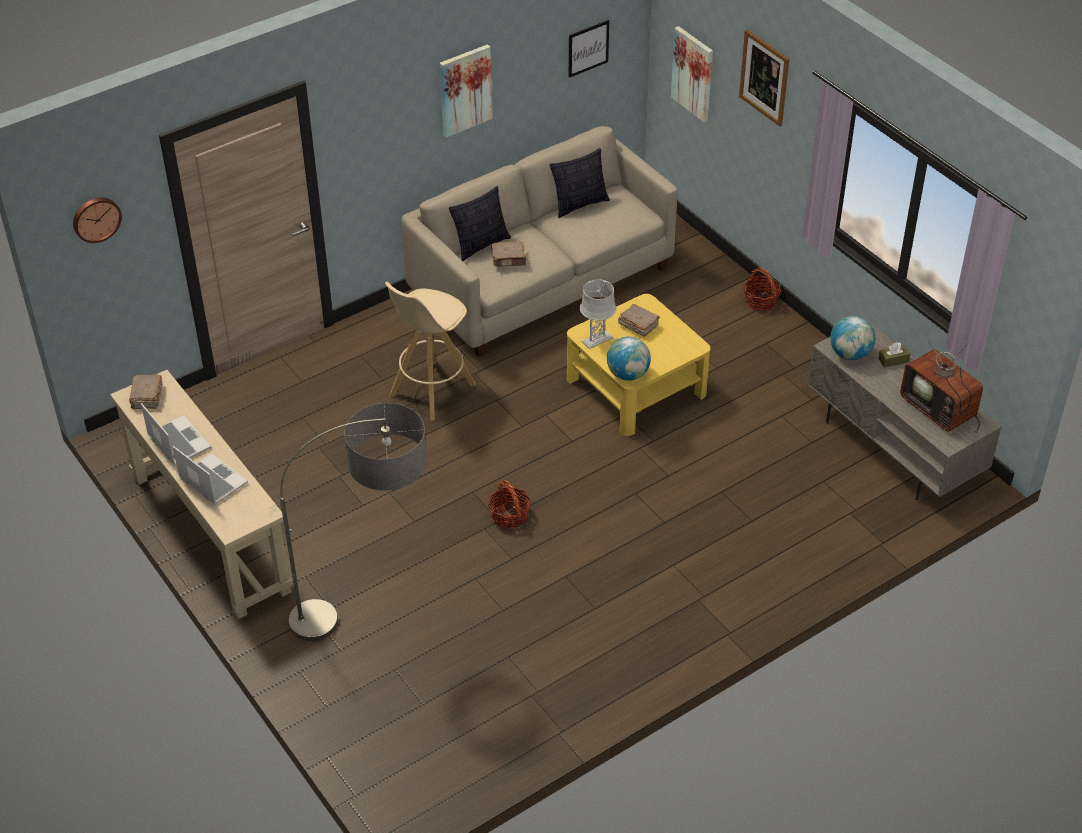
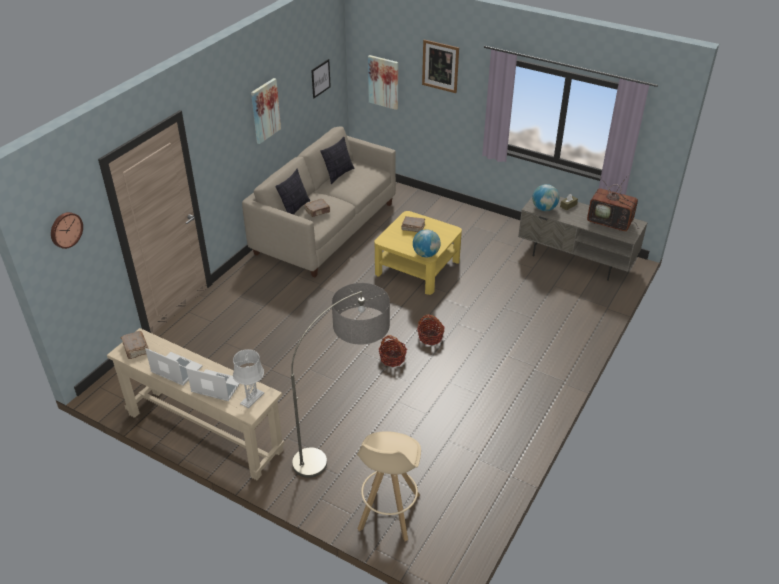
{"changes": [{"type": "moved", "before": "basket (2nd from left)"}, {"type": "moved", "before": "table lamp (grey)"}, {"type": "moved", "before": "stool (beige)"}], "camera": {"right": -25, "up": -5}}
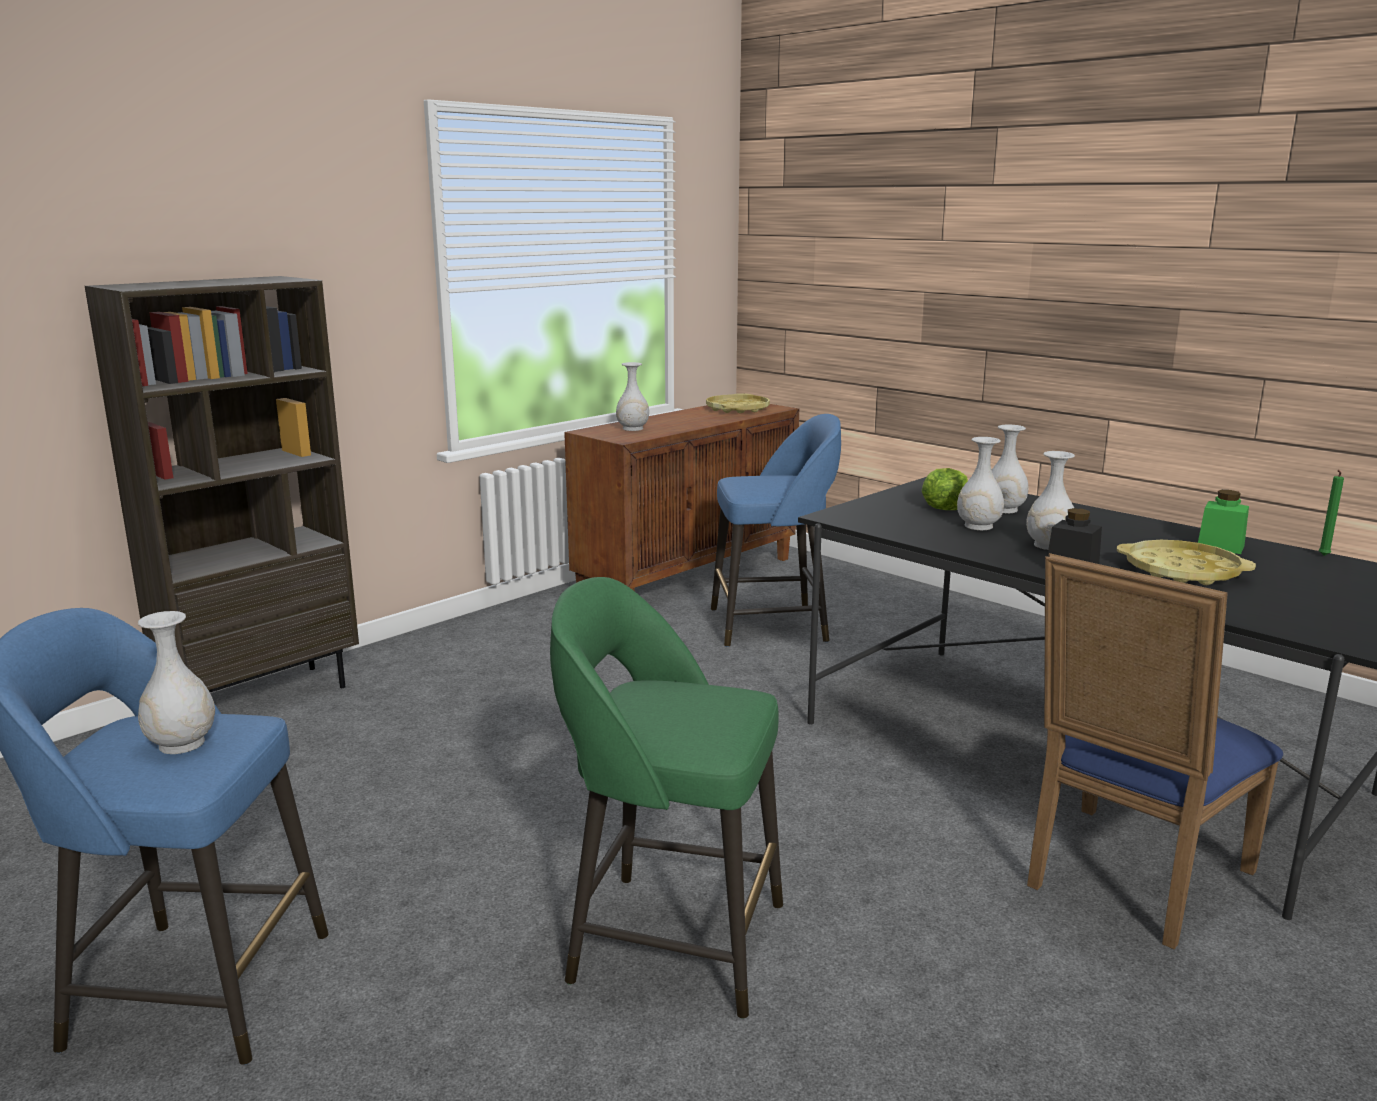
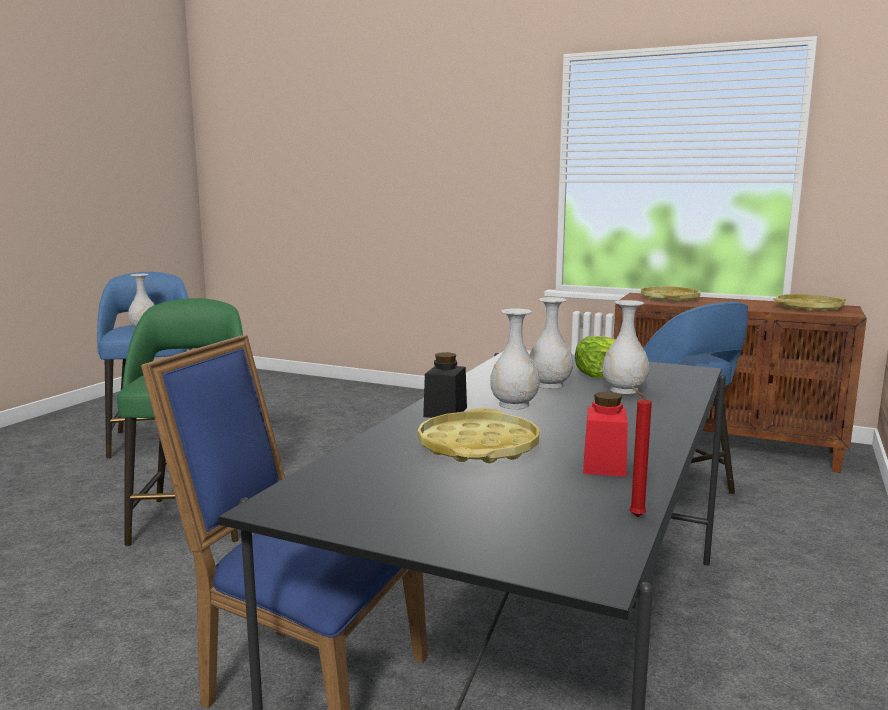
{"changes": [{"type": "removed", "before": "shelving unit (brown-coloured)"}, {"type": "replaced", "before": "decorative vase (whitish) (2nd from left)", "after": "carrying tray (yellowish) (2nd from left)"}, {"type": "recoloured", "before": "candle (green-coloured)", "after": "candle (reddish)"}, {"type": "recoloured", "before": "storage jar (green-coloured)", "after": "storage jar (reddish)"}], "camera": {"right": 70, "up": -5}}
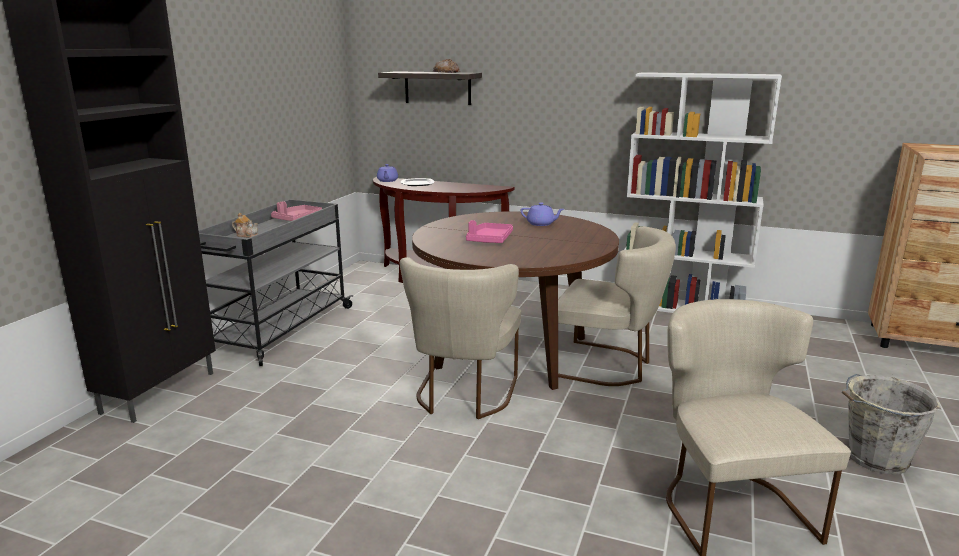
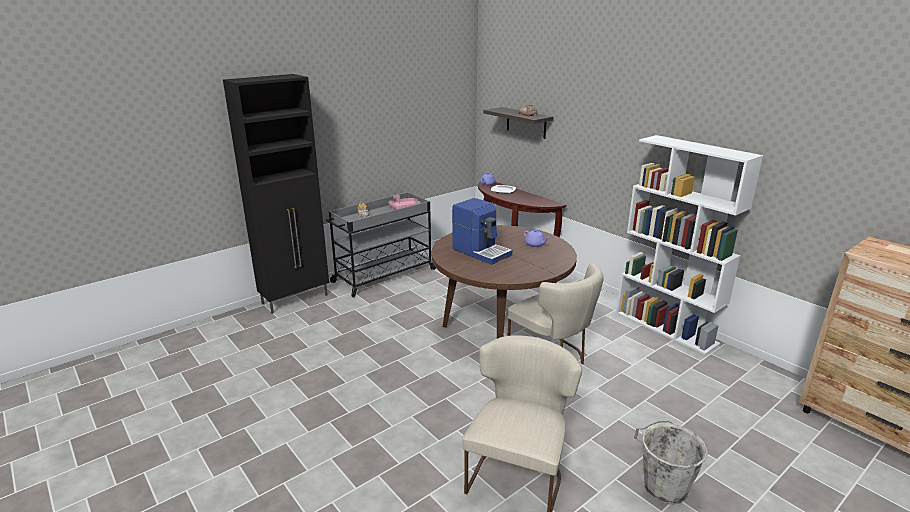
{"changes": [{"type": "replaced", "before": "carrying tray (pinkish) (2nd from left)", "after": "coffee machine"}, {"type": "removed", "before": "chair (beige) (1st from left)"}], "camera": {"right": 30, "up": 5}}
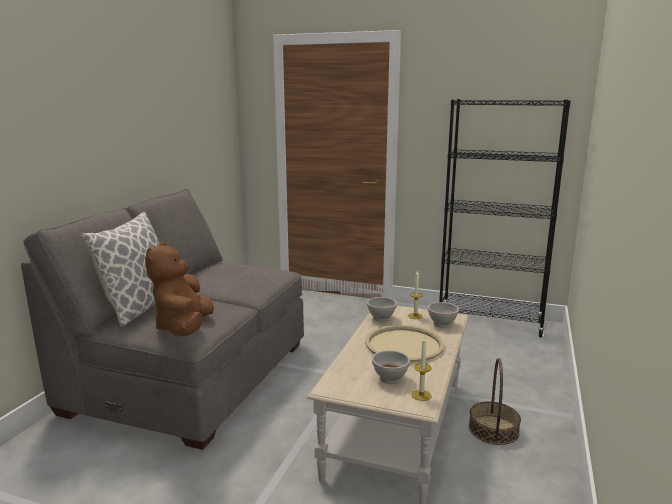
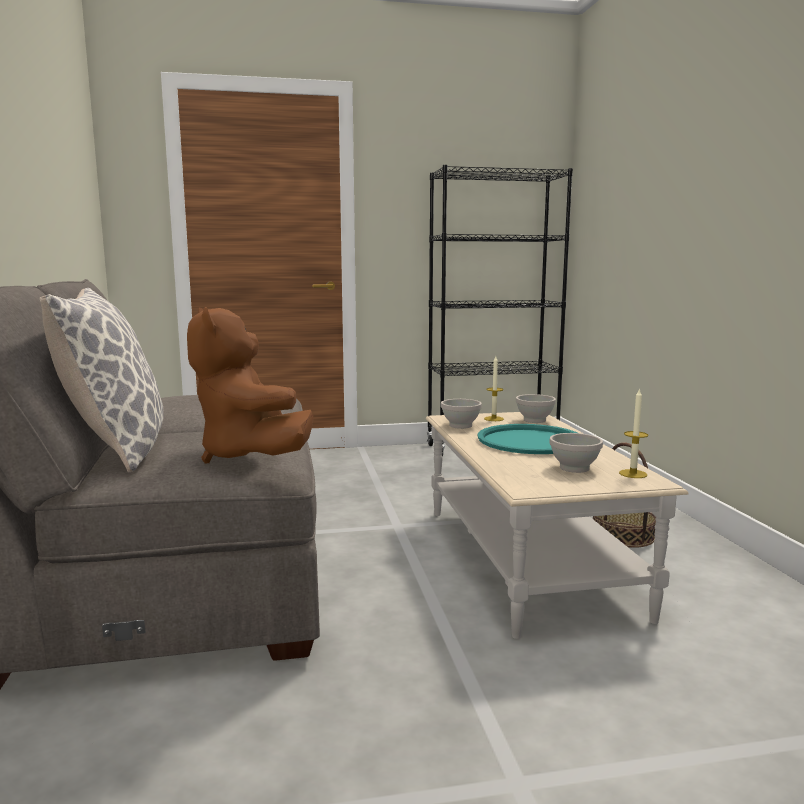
{"changes": [{"type": "recoloured", "before": "carrying tray (beige)", "after": "carrying tray (turquoise-coloured)"}], "camera": {"right": -30, "up": -5}}
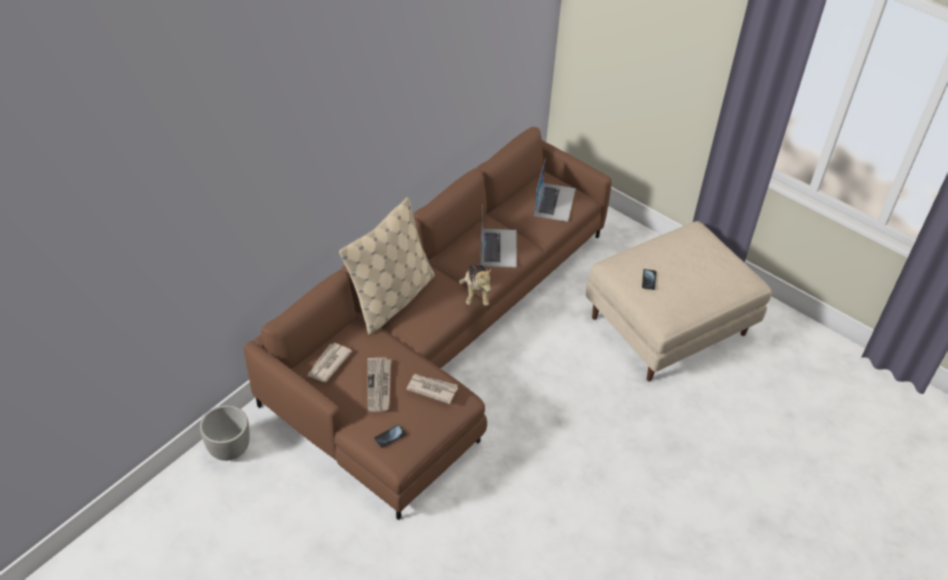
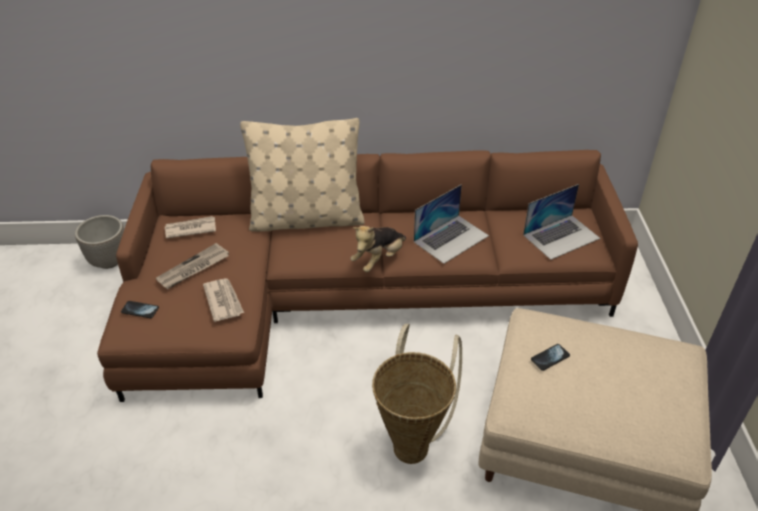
{"changes": [{"type": "added", "after": "basket"}], "camera": {"right": 50, "up": -5}}
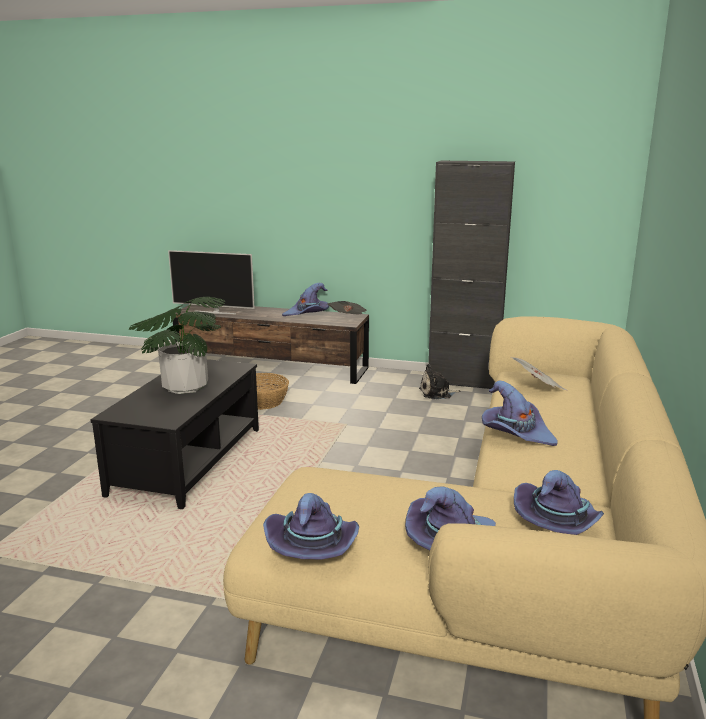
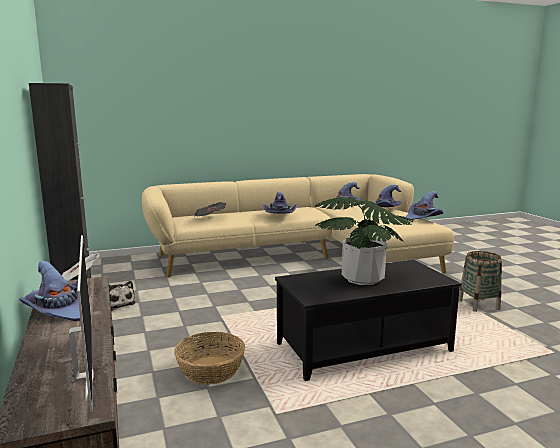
{"changes": [{"type": "added", "after": "basket (2nd from left)"}], "camera": {"right": -125, "up": -5}}
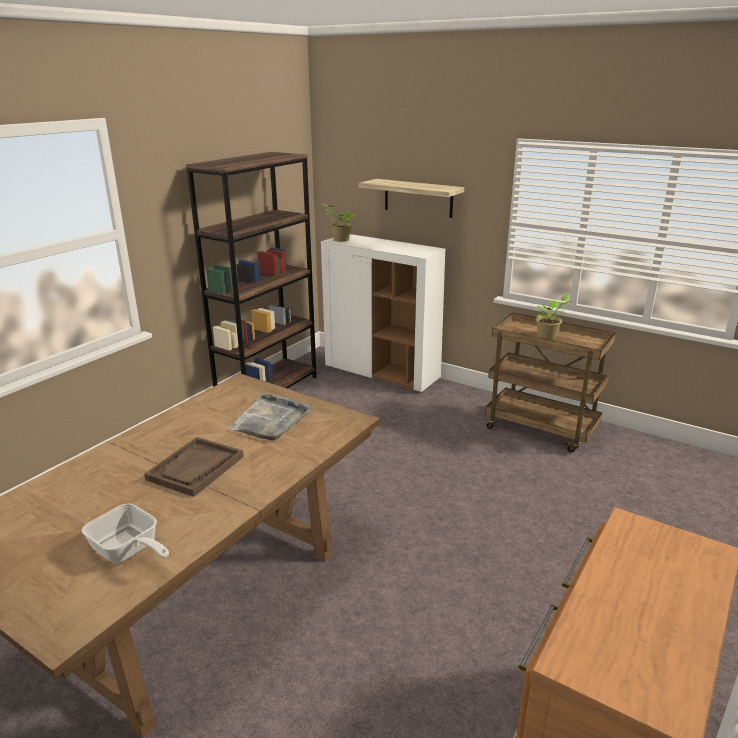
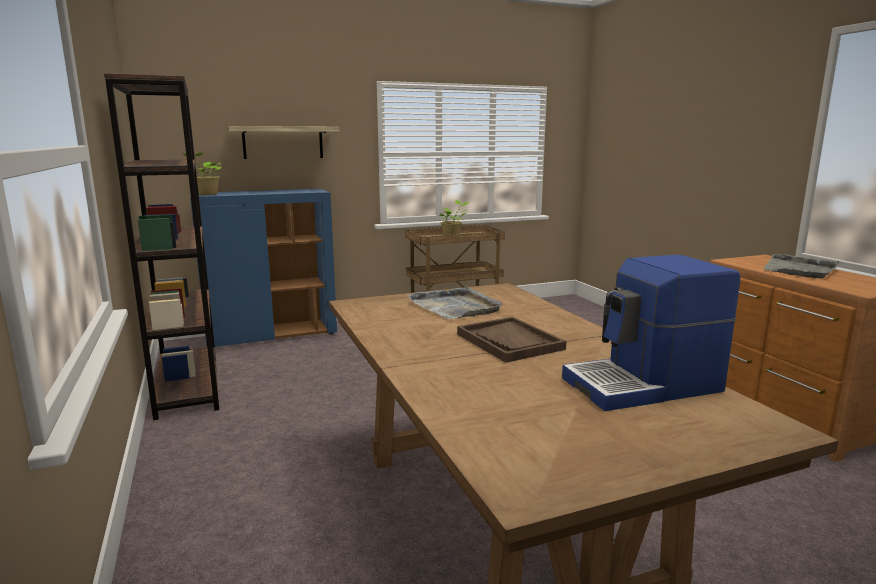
{"changes": [{"type": "recoloured", "before": "storage cabinet (whitish)", "after": "storage cabinet (blue)"}, {"type": "replaced", "before": "pan", "after": "coffee machine"}, {"type": "added", "after": "carrying tray (grey) (2nd from left)"}], "camera": {"right": -55, "up": -10}}
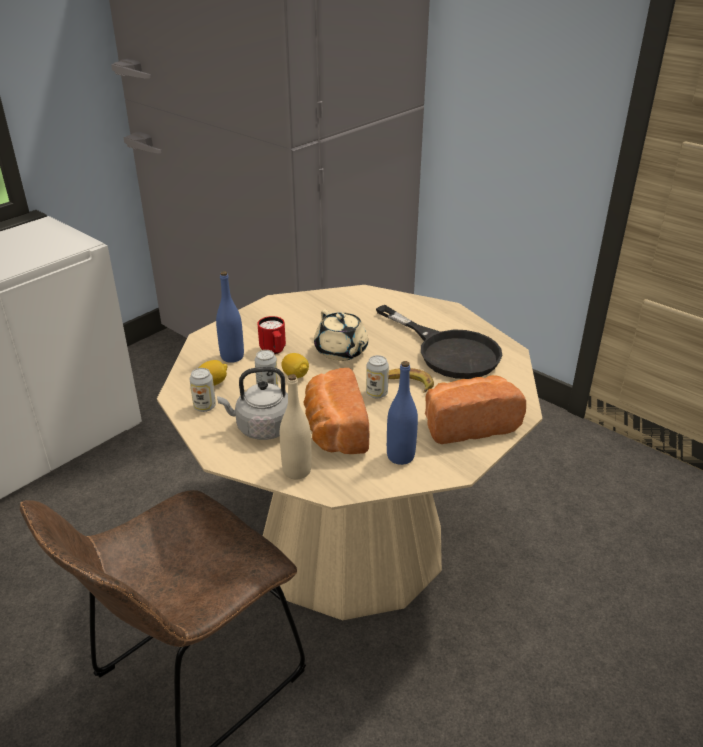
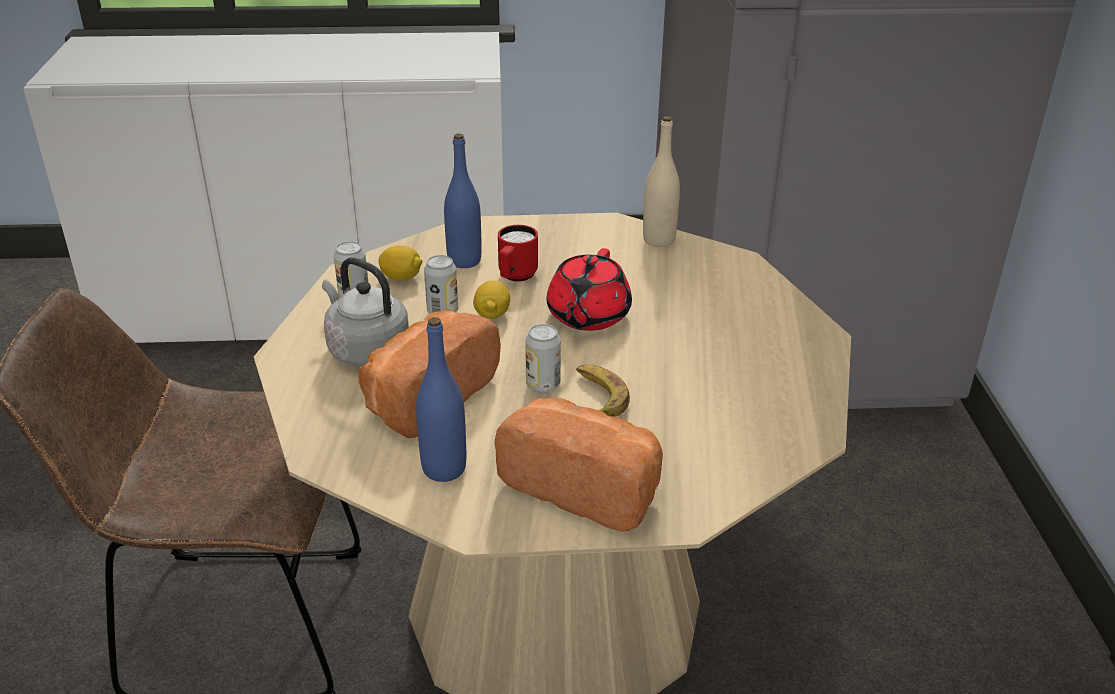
{"changes": [{"type": "removed", "before": "pan (black-coloured)"}, {"type": "recoloured", "before": "pot for tea (beige)", "after": "pot for tea (reddish)"}, {"type": "moved", "before": "bottle (beige)"}], "camera": {"right": 45, "up": 0}}
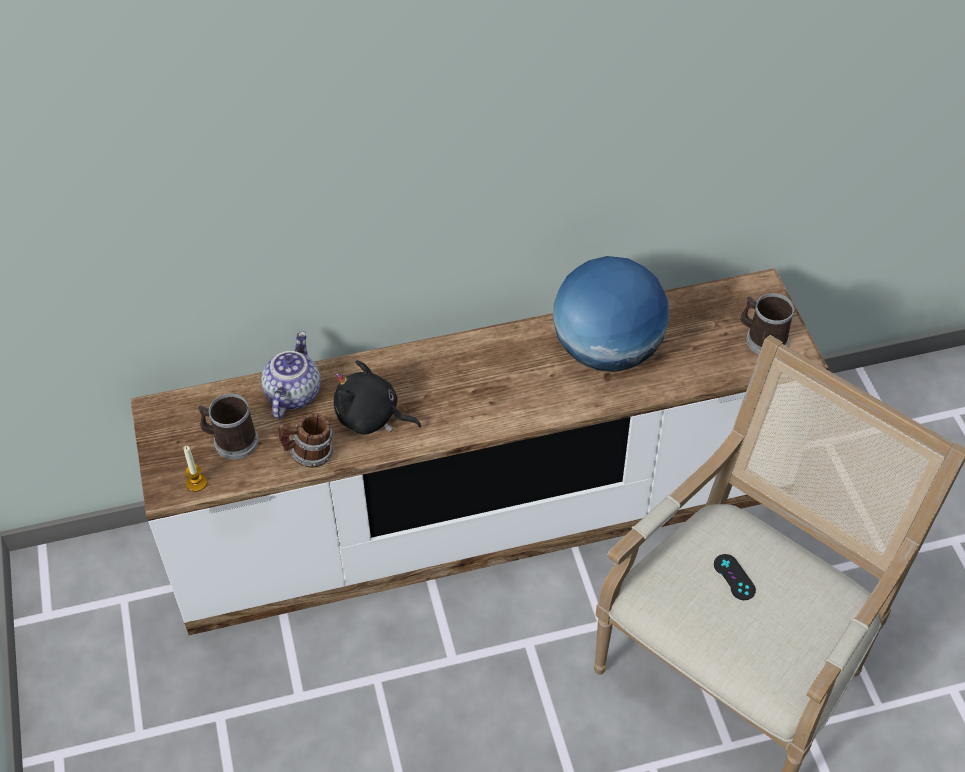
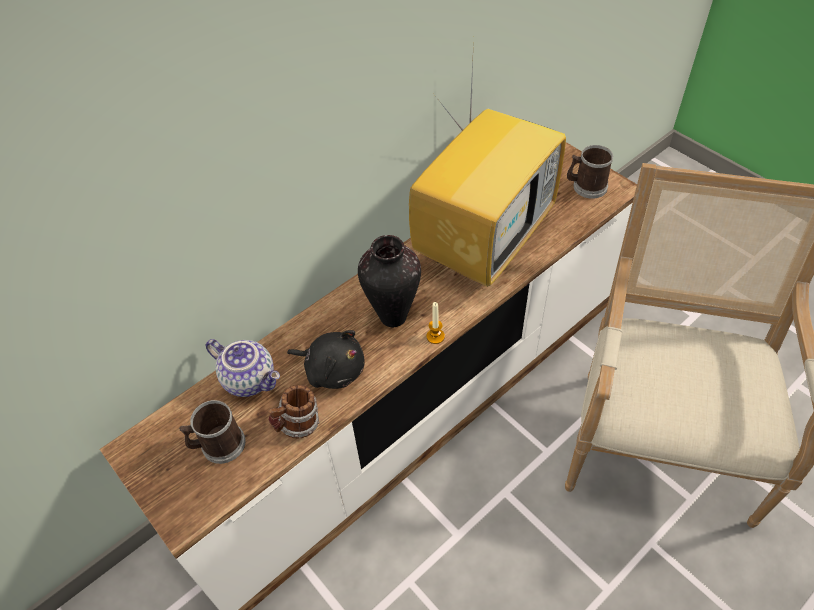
{"changes": [{"type": "replaced", "before": "world globe", "after": "TV set"}, {"type": "turned", "before": "pot for tea", "turn": 135}, {"type": "turned", "before": "cuddly toy (black-coloured)", "turn": -150}, {"type": "moved", "before": "candle"}, {"type": "removed", "before": "game controller (black-coloured)"}, {"type": "added", "after": "decorative vase"}], "camera": {"right": -25, "up": 0}}
